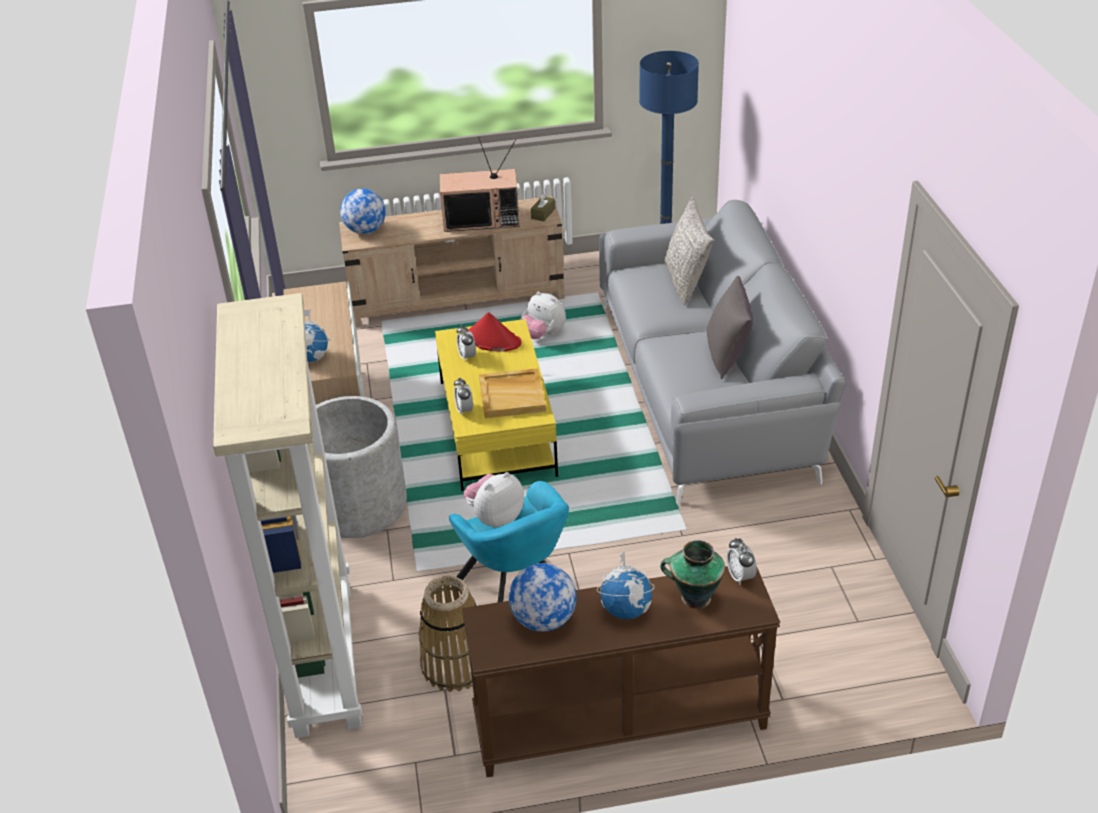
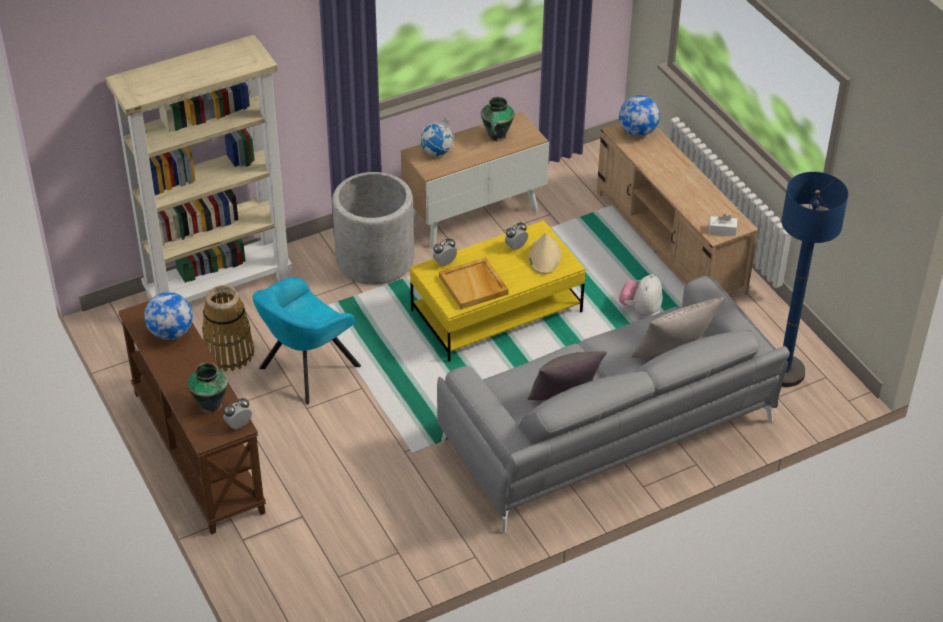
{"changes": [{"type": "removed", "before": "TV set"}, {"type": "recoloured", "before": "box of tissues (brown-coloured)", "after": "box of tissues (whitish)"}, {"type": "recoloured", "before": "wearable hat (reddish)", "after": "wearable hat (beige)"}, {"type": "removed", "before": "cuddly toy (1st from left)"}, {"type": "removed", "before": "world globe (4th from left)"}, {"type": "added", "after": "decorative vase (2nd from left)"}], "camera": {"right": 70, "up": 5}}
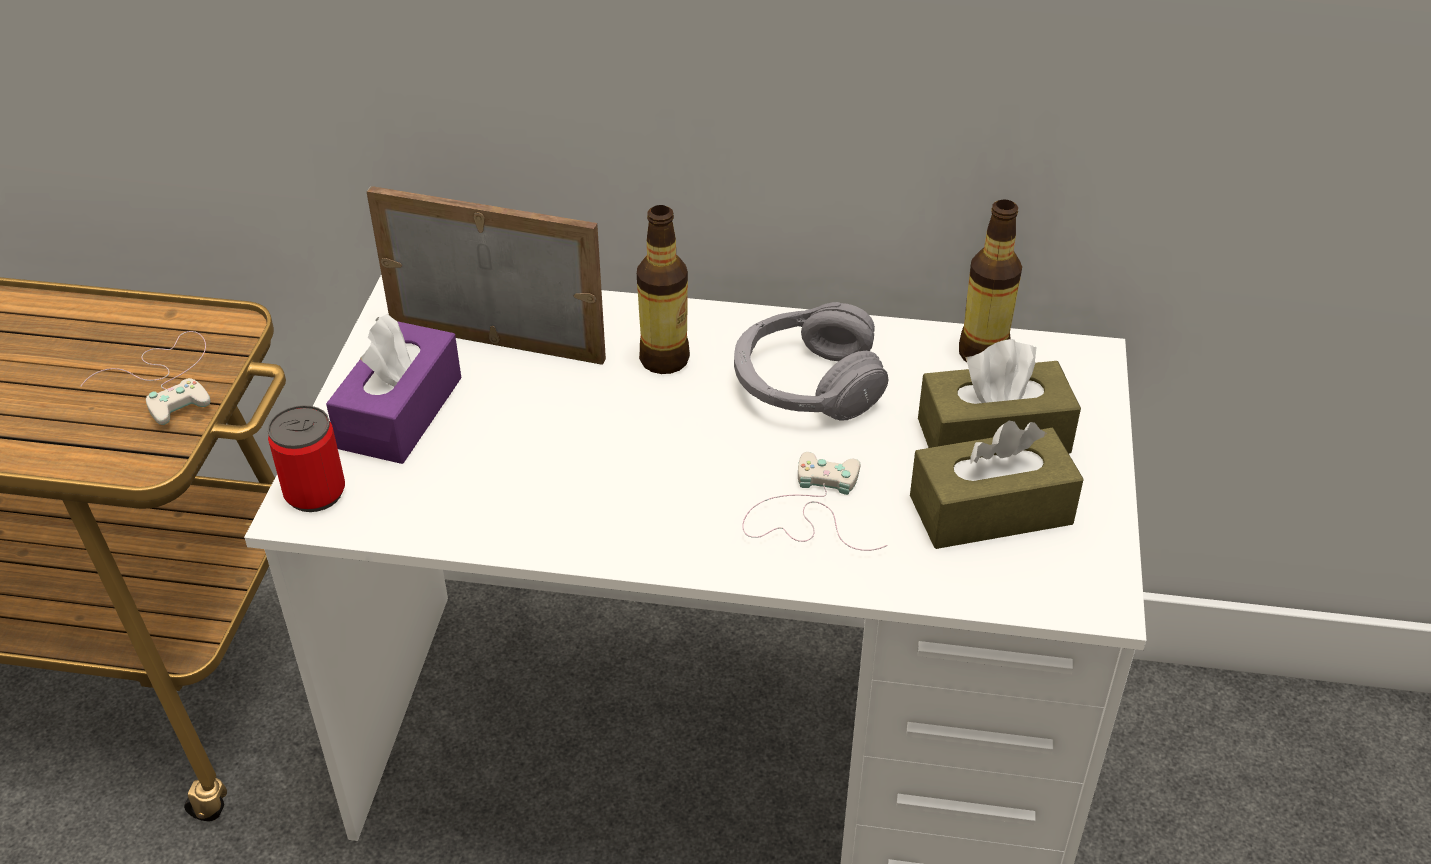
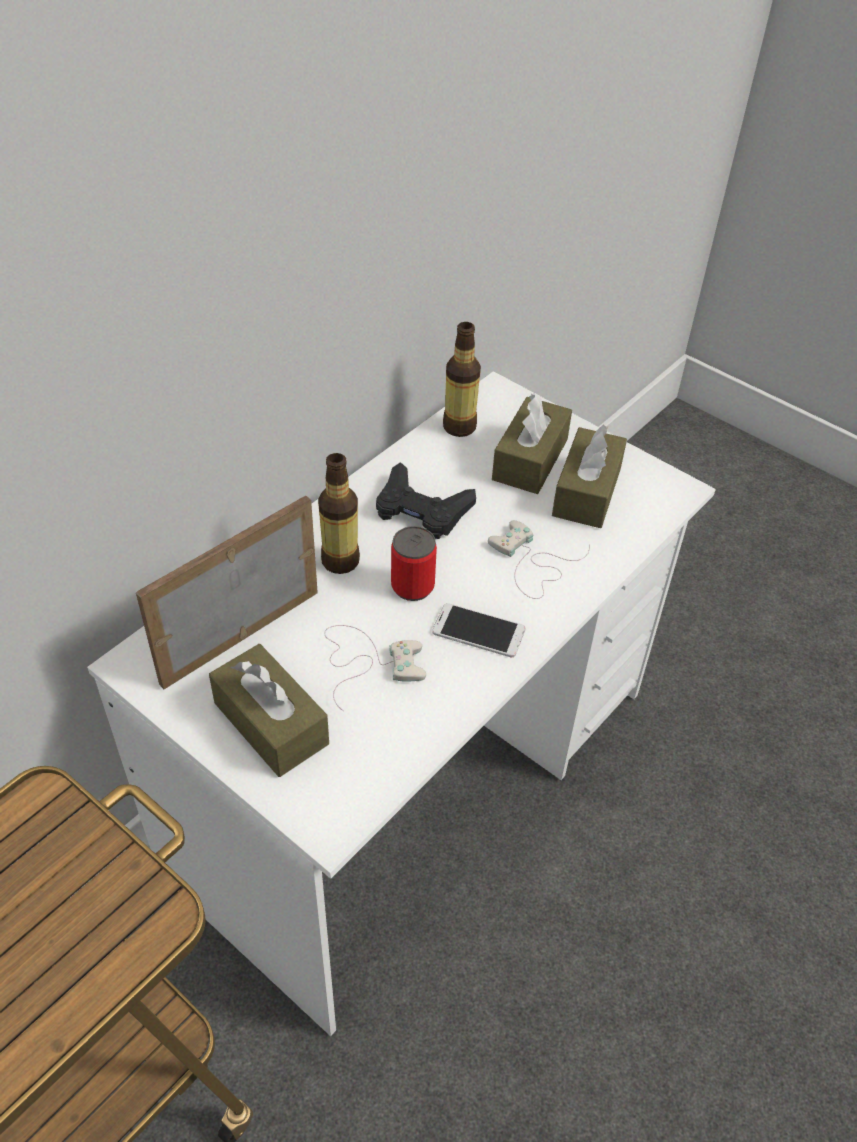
{"changes": [{"type": "replaced", "before": "headphones (grey)", "after": "game controller (black-coloured)"}, {"type": "recoloured", "before": "box of tissues (purple)", "after": "box of tissues (brown-coloured) (1st from left)"}, {"type": "moved", "before": "game controller (whitish) (1st from left)"}, {"type": "moved", "before": "metal can"}, {"type": "added", "after": "phone"}], "camera": {"right": -60, "up": 5}}
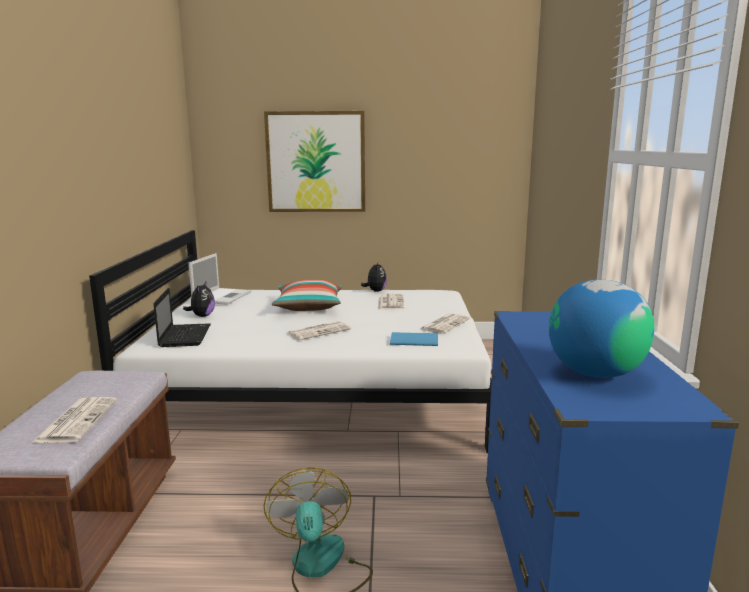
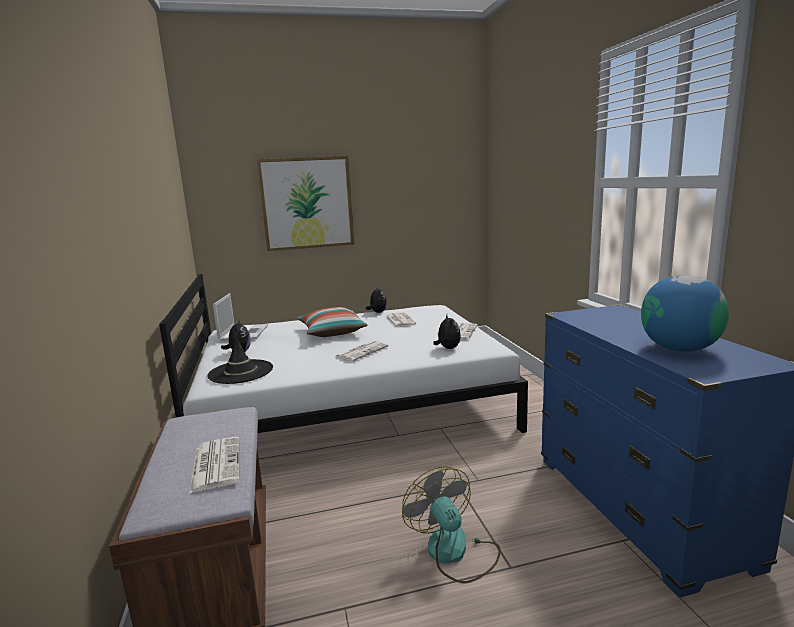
{"changes": [{"type": "replaced", "before": "laptop (1st from left)", "after": "wearable hat (black-coloured)"}, {"type": "replaced", "before": "book (blue)", "after": "cuddly toy (3rd from left)"}], "camera": {"right": -15, "up": 0}}
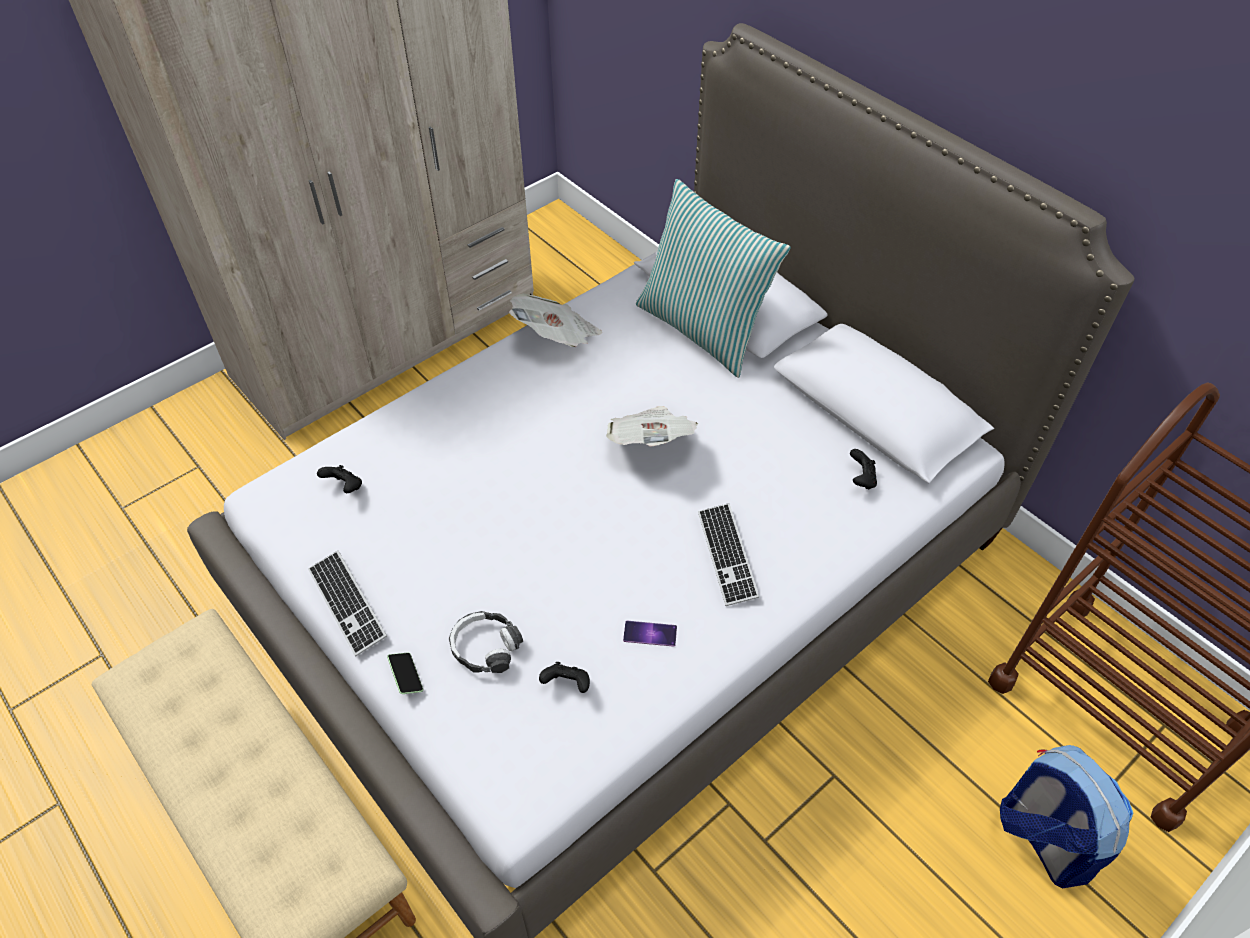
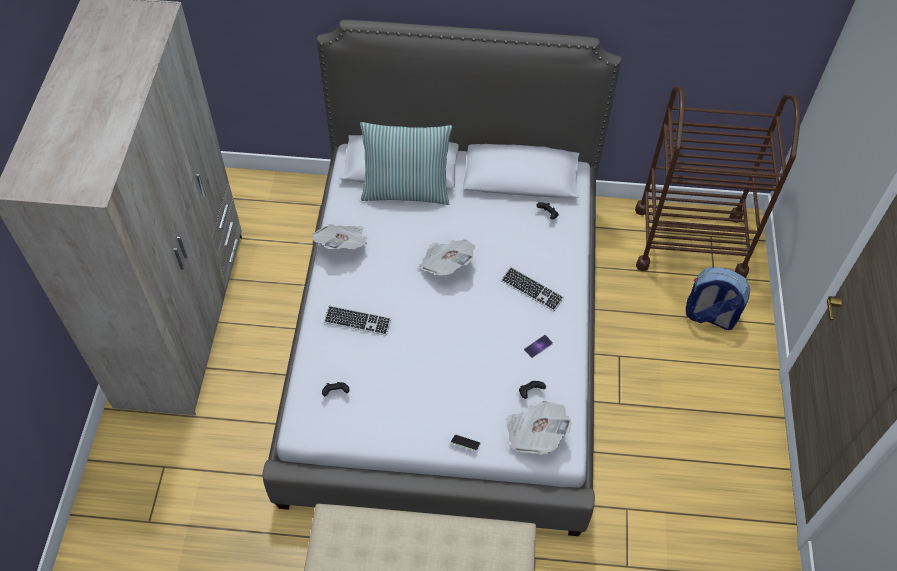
{"changes": [{"type": "moved", "before": "computer keyboard (1st from left)"}, {"type": "removed", "before": "headphones"}, {"type": "added", "after": "daily paper (3rd from left)"}], "camera": {"right": -45, "up": 5}}
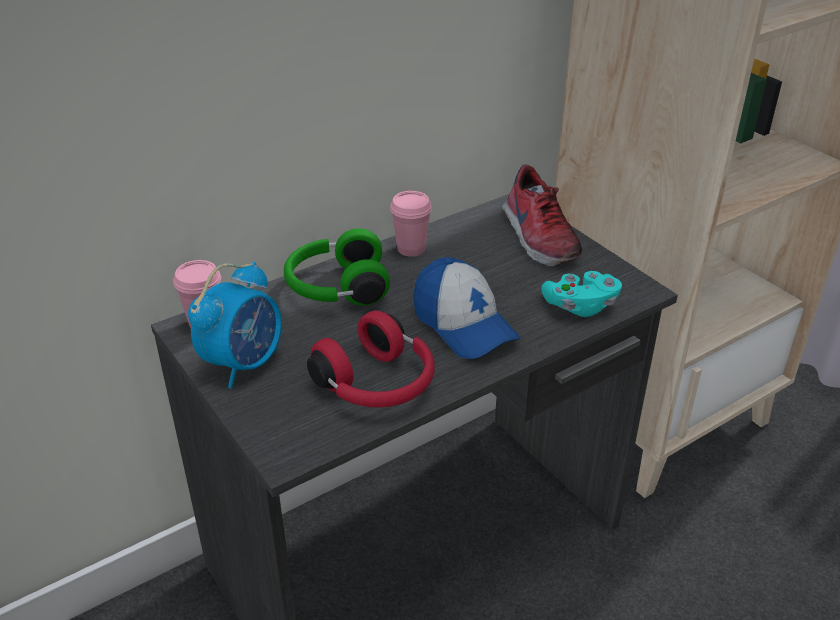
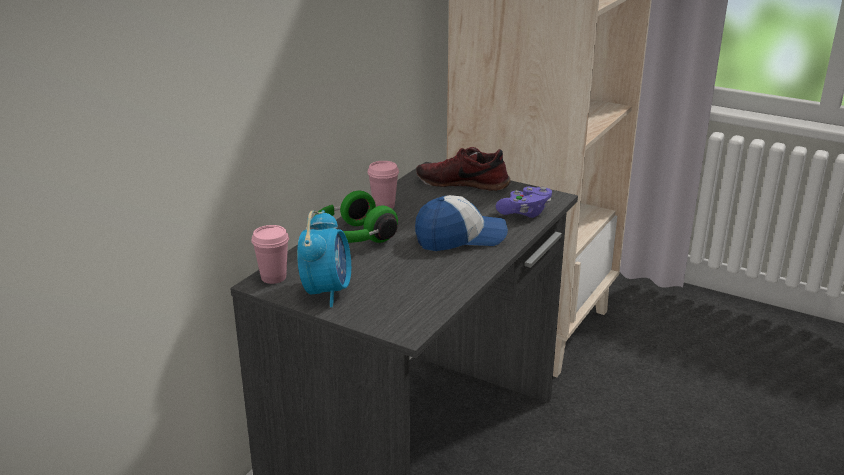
{"changes": [{"type": "turned", "before": "item of footwear", "turn": 150}, {"type": "turned", "before": "baseball cap", "turn": -45}, {"type": "recoloured", "before": "game controller (turquoise-coloured)", "after": "game controller (purple)"}, {"type": "removed", "before": "headphones (reddish)"}], "camera": {"right": -25, "up": -10}}
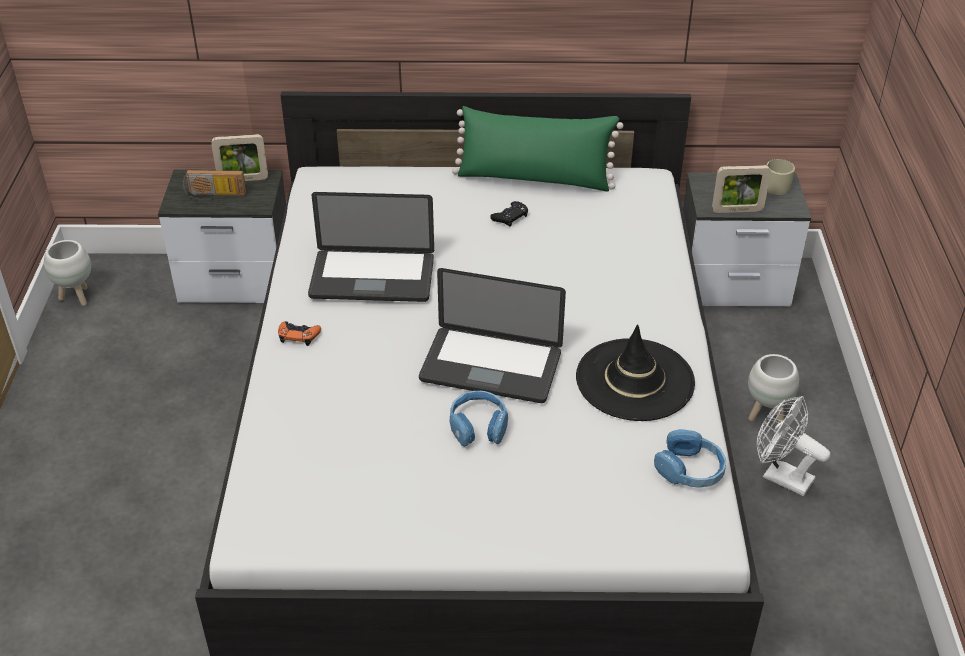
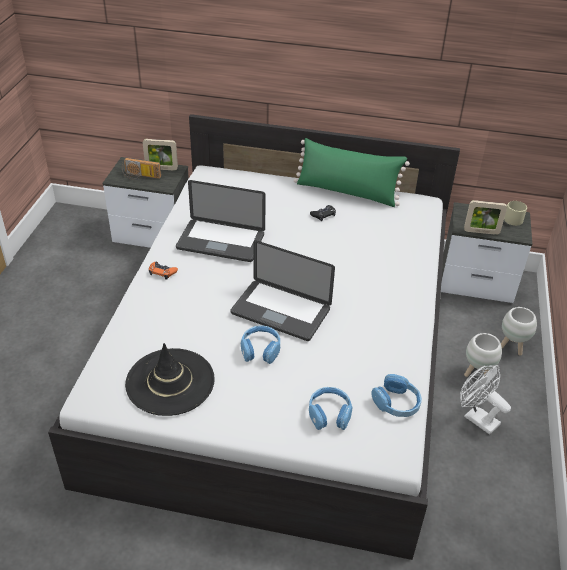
{"changes": [{"type": "moved", "before": "planter (whitish) (1st from left in the first image)", "after": "planter (whitish) (2nd from left)"}, {"type": "moved", "before": "wearable hat (black-coloured)"}, {"type": "added", "after": "headphones (blue) (2nd from left)"}], "camera": {"right": 10, "up": 0}}
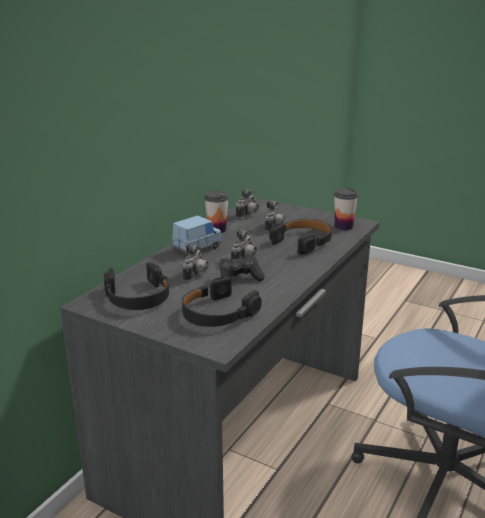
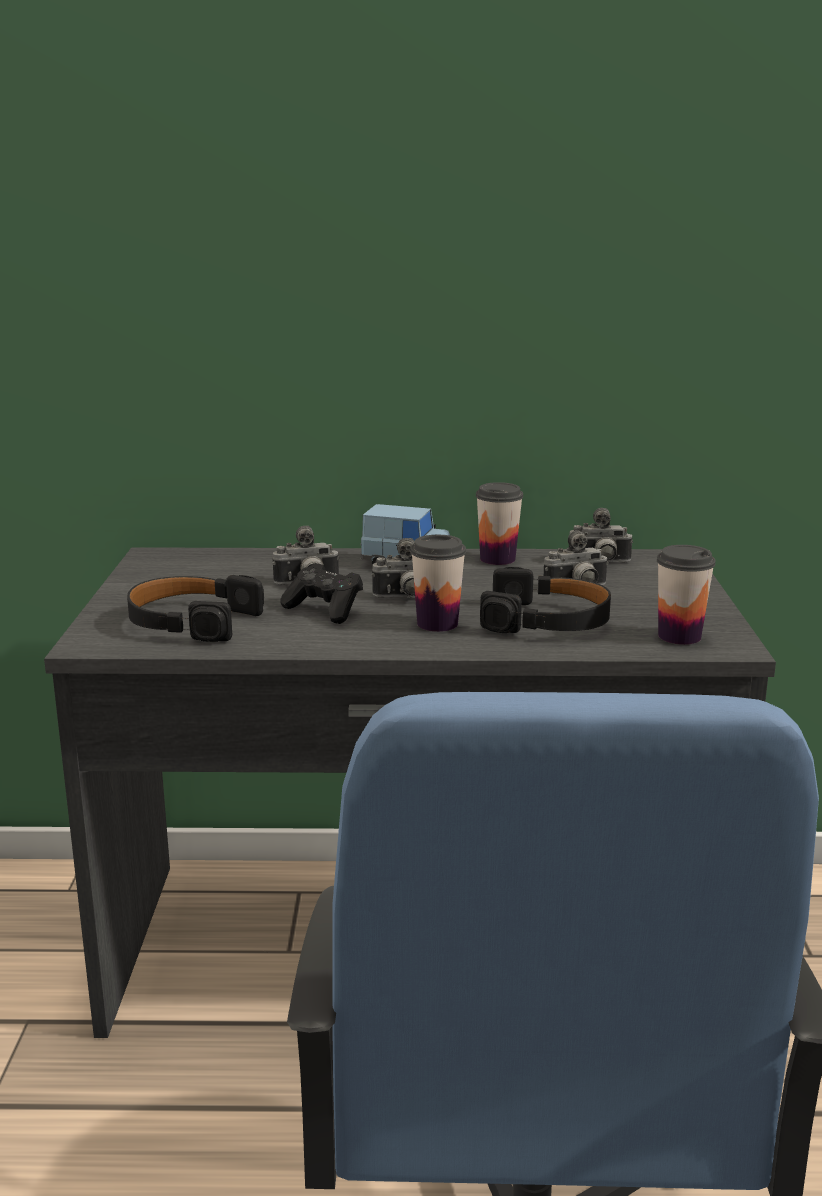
{"changes": [{"type": "removed", "before": "headphones (black-coloured) (1st from left)"}, {"type": "added", "after": "cup (1st from left)"}], "camera": {"right": 60, "up": -5}}
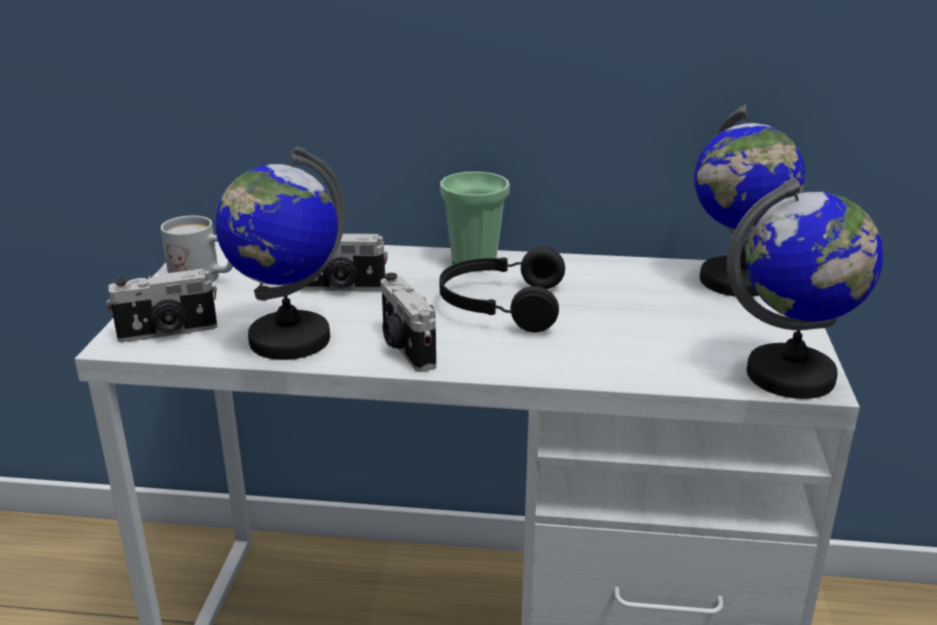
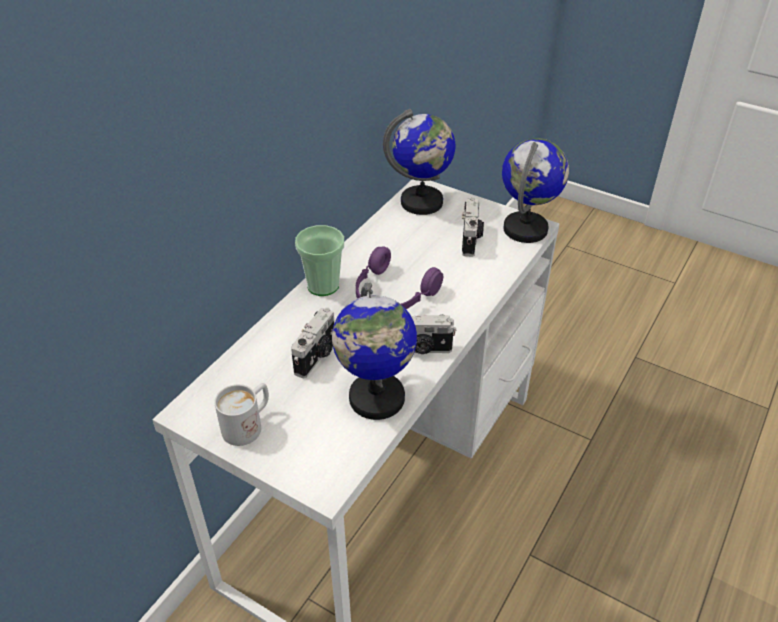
{"changes": [{"type": "recoloured", "before": "headphones (black-coloured)", "after": "headphones (purple)"}, {"type": "moved", "before": "still camera (1st from left in the first image)", "after": "still camera (3rd from left)"}], "camera": {"right": -65, "up": 15}}
